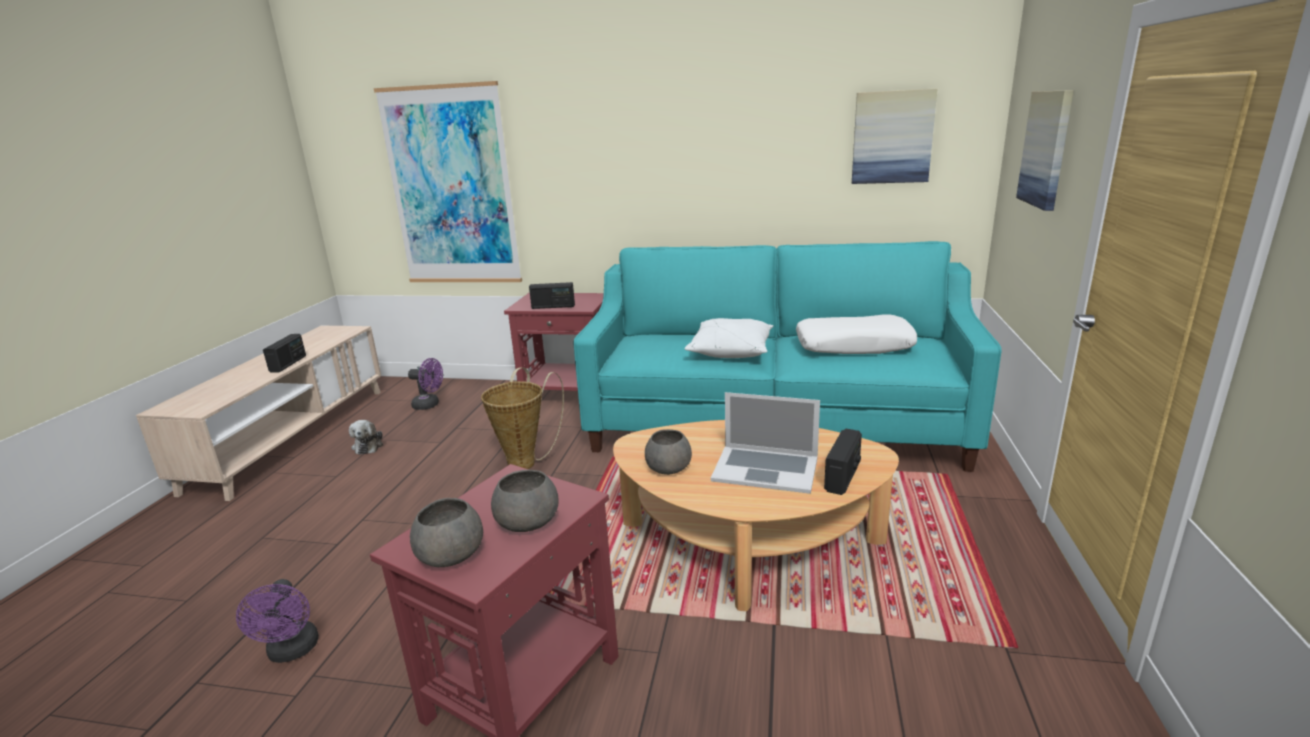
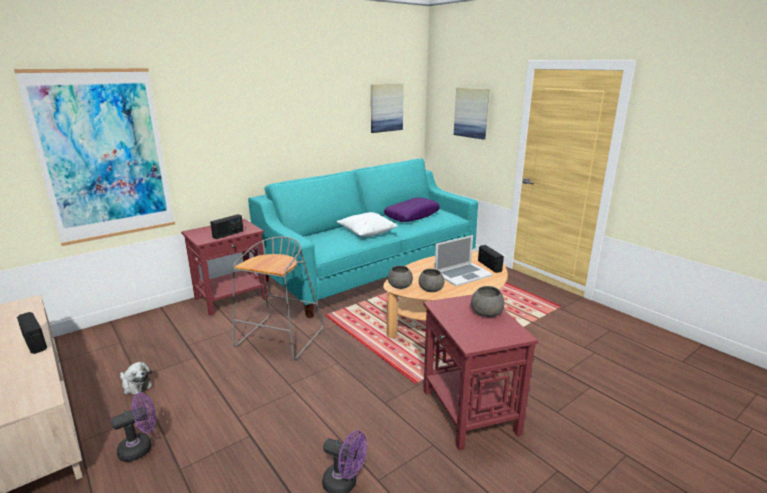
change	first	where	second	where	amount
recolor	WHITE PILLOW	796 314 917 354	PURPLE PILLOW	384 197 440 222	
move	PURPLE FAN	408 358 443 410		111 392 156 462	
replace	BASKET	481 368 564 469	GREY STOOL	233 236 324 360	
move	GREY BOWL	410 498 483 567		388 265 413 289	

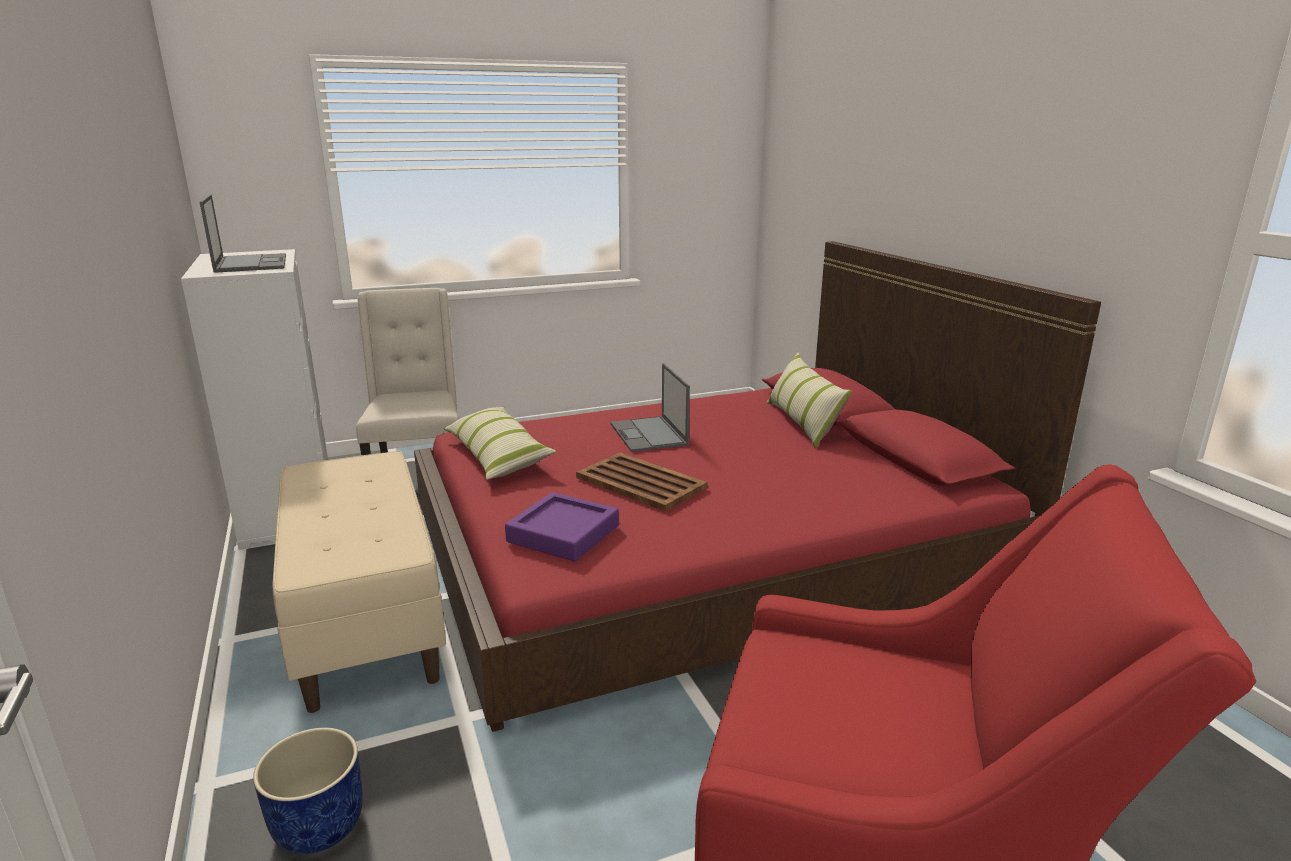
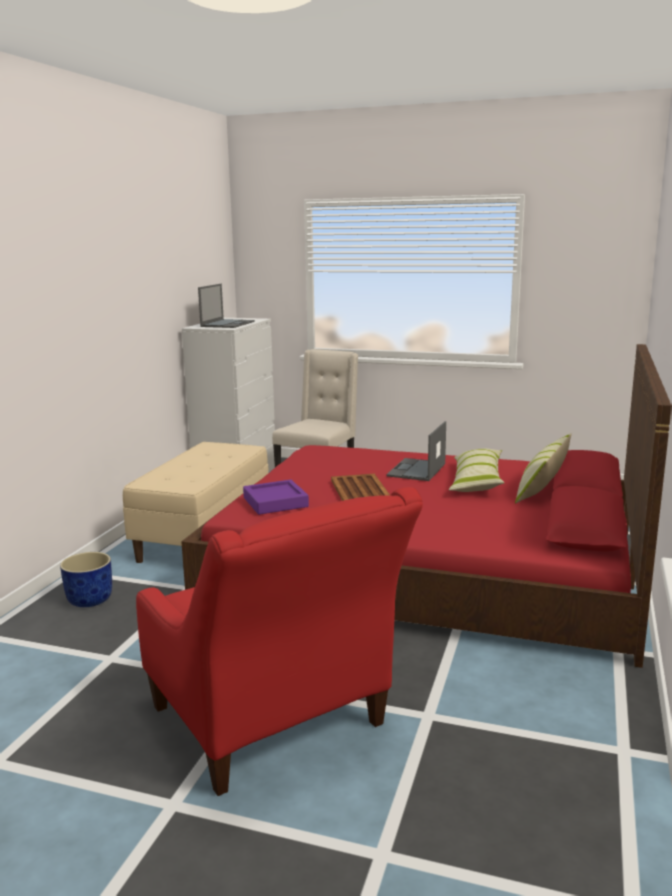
change	first	where	second	where	amount
move	PILLOW	444 406 557 480		449 449 504 492	

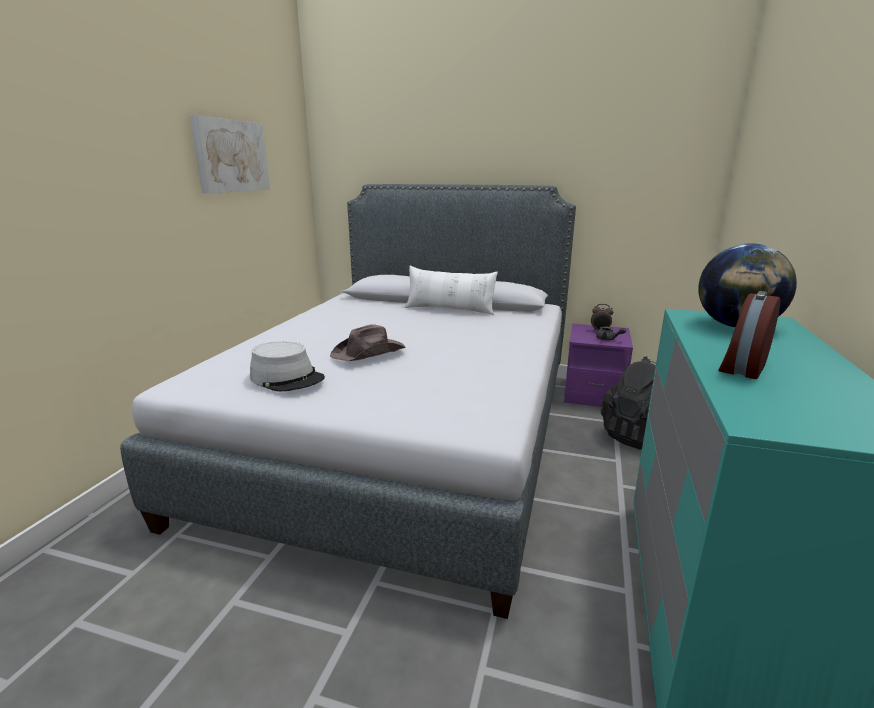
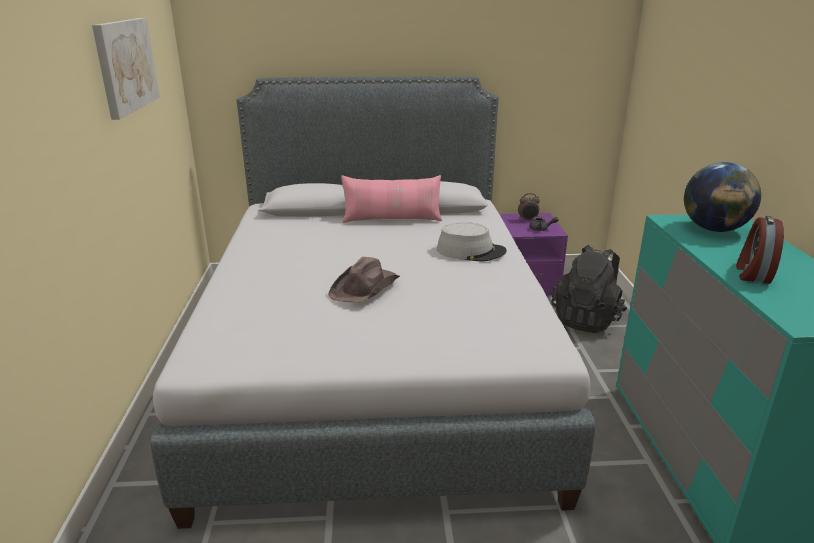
change	first	where	second	where	amount
recolor	WHITE PILLOW	405 266 498 315	PINK PILLOW	341 175 442 223	
move	GREY HAT	250 341 325 392		437 222 507 261	

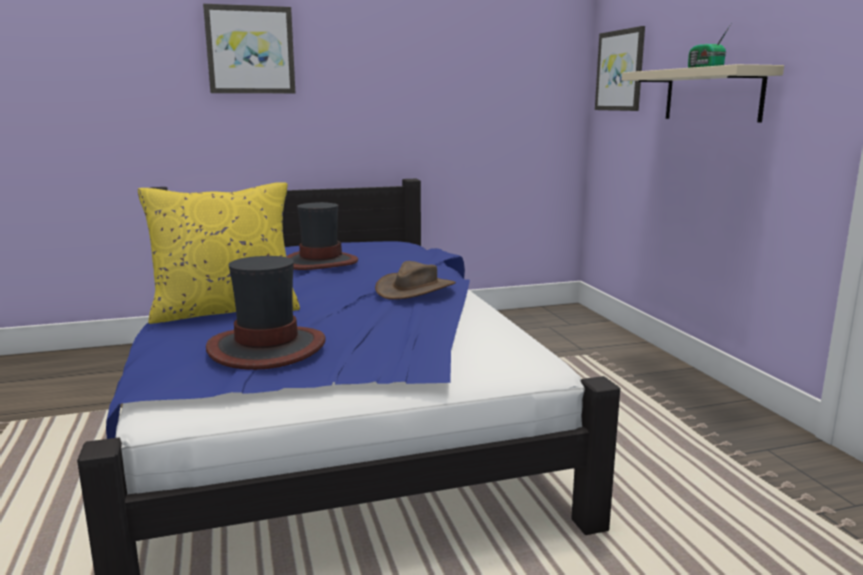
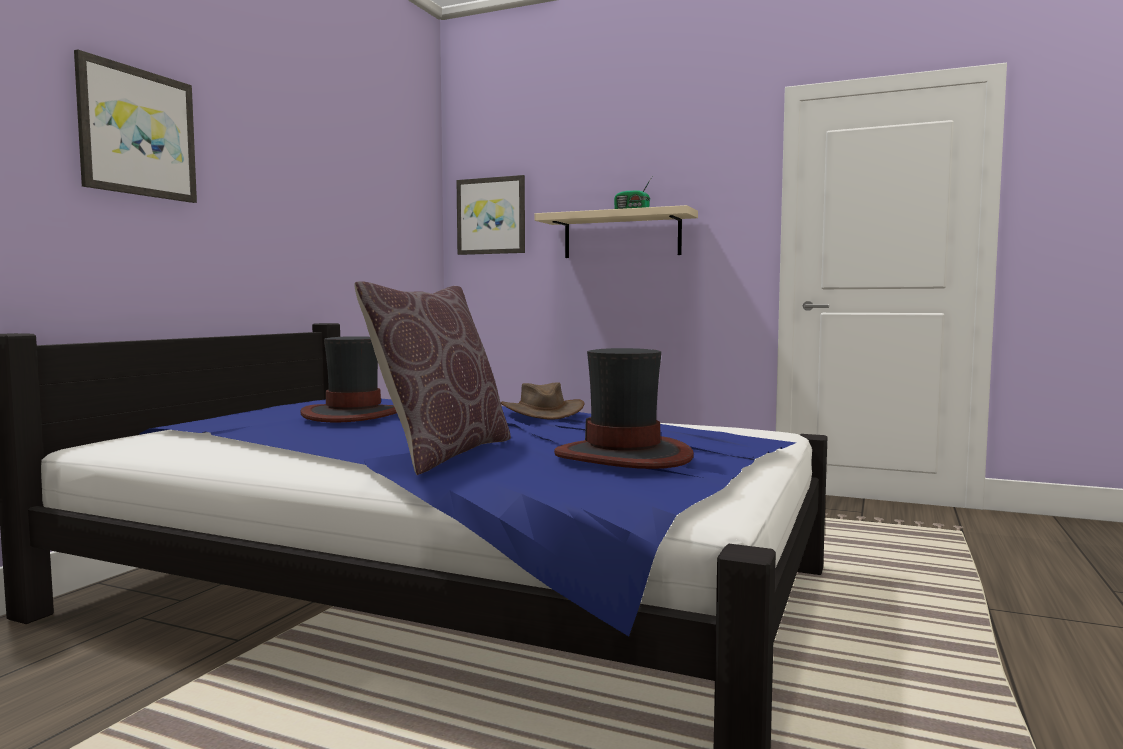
change	first	where	second	where	amount
recolor	YELLOW PILLOW	138 182 300 324	BROWN PILLOW	354 281 511 475	

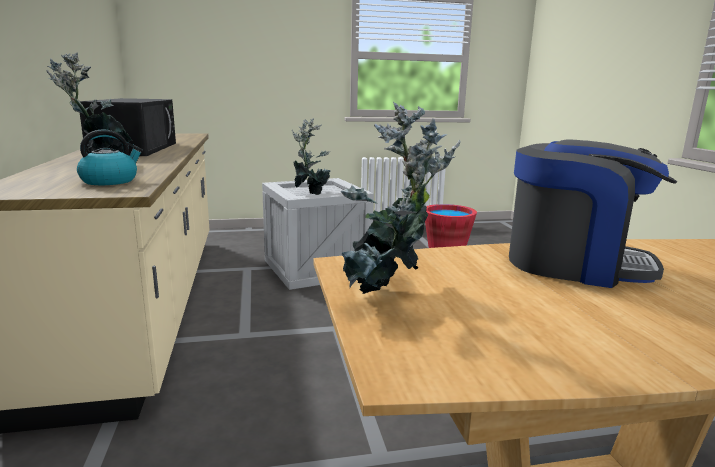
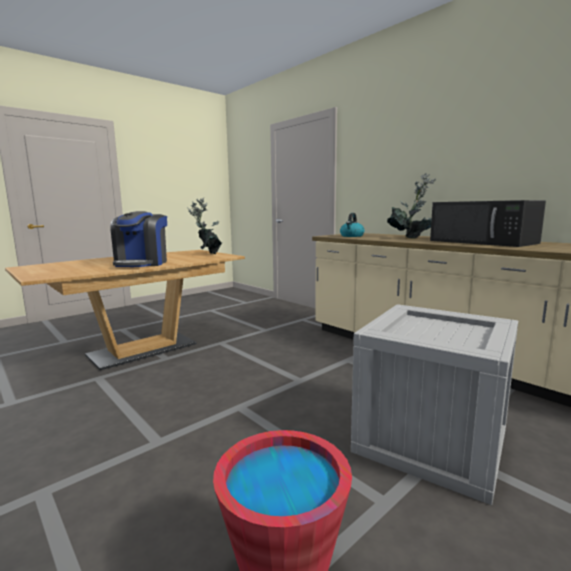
change	first	where	second	where	amount
delete	POTTED PLANT	292 118 330 195			
rotate	COFFEE MACHINE	509 139 677 288		110 211 167 267	75 degrees counterclockwise

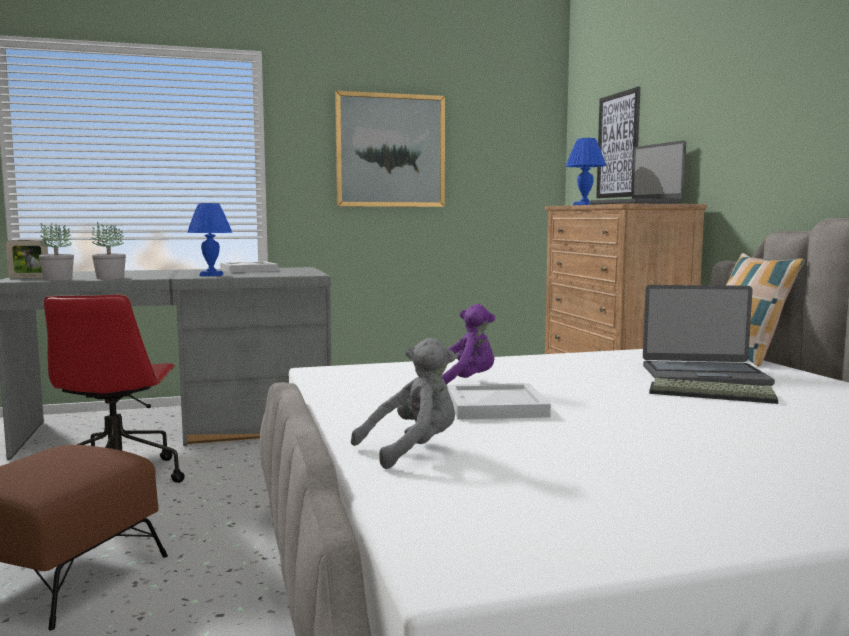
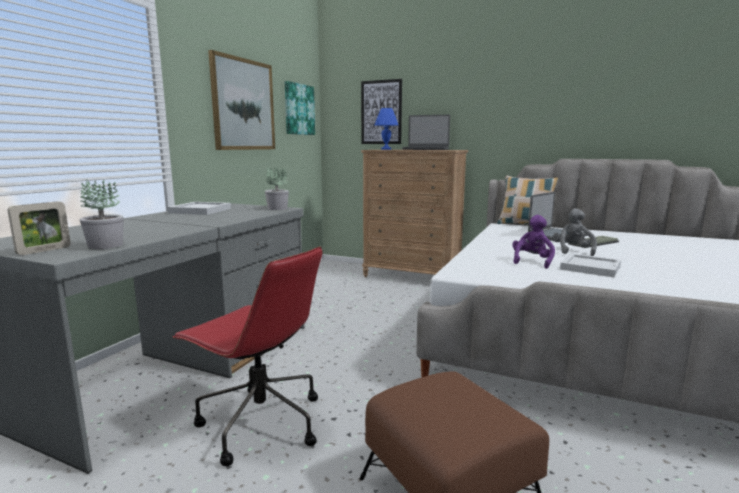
change	first	where	second	where	amount
delete	BLUE TABLE LAMP	187 203 232 276			
move	POTTED PLANT	92 222 126 279		265 166 289 210	
move	GREY PLUSH TOY	351 338 456 469		553 208 597 256	
insert			PICTURE	285 81 315 135	

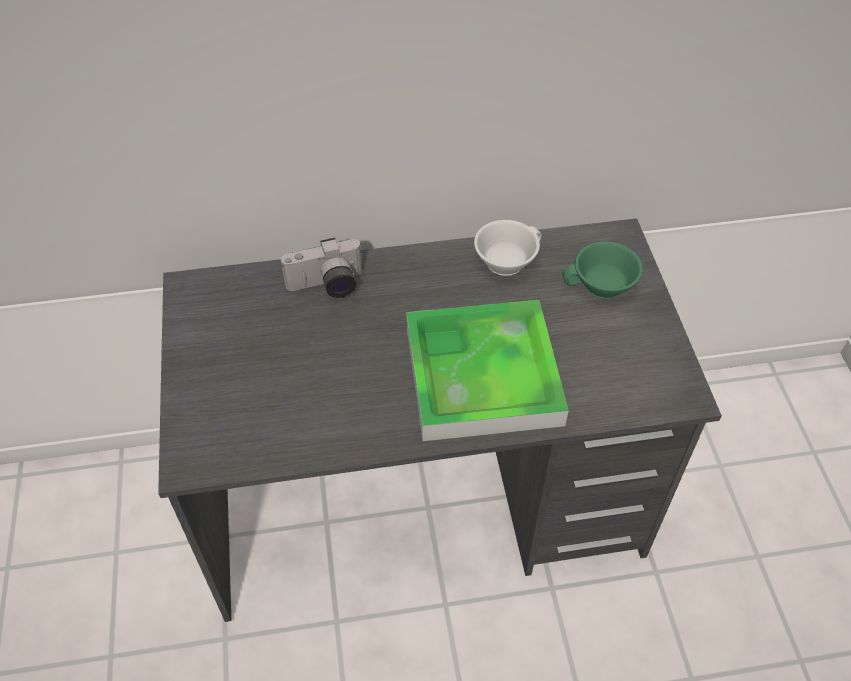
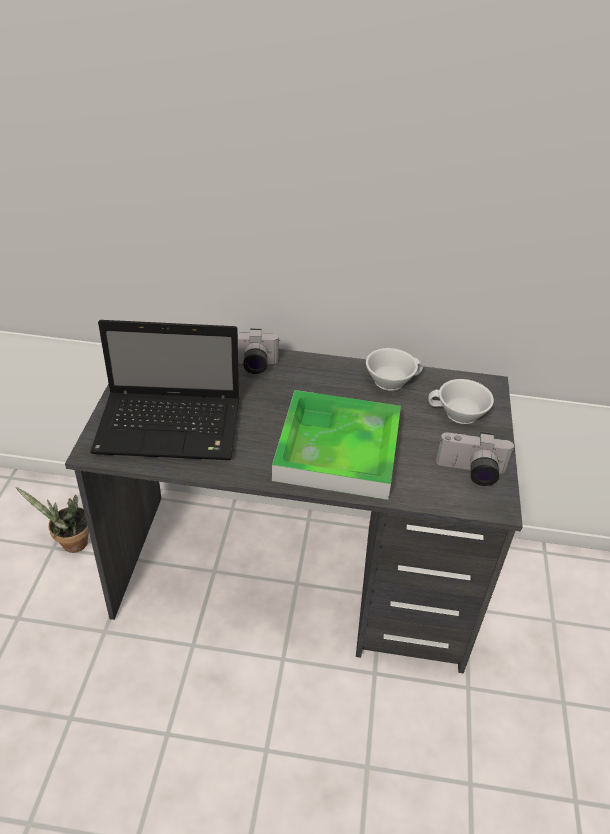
change	first	where	second	where	amount
recolor	GREEN CUP	562 242 642 299	WHITE CUP	428 379 494 424	
insert			LAPTOP	90 320 240 460	
insert			PHOTO CAMERA	436 432 515 486	
insert			POTTED PLANT	16 487 89 553	

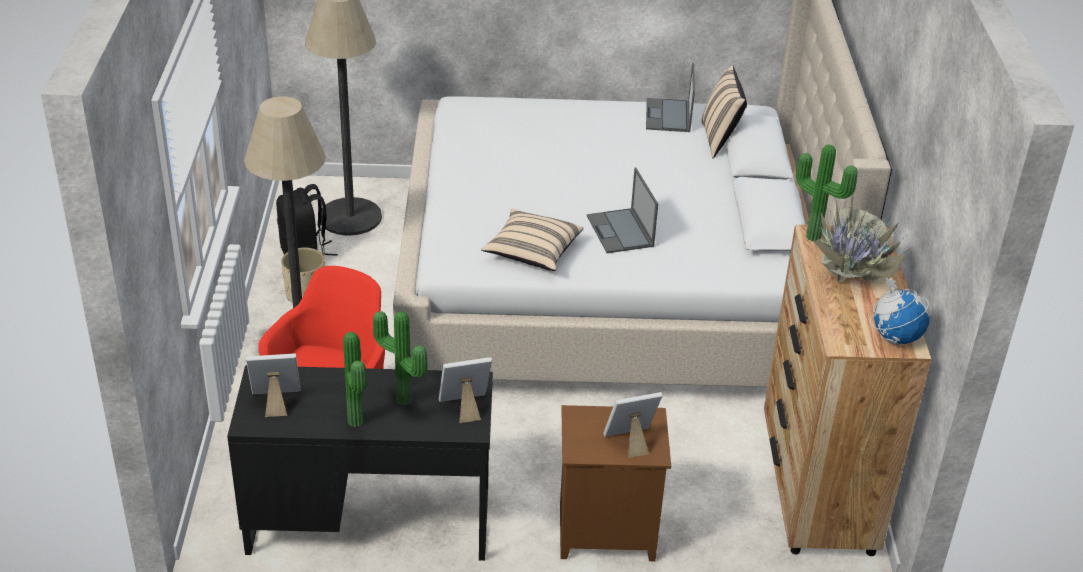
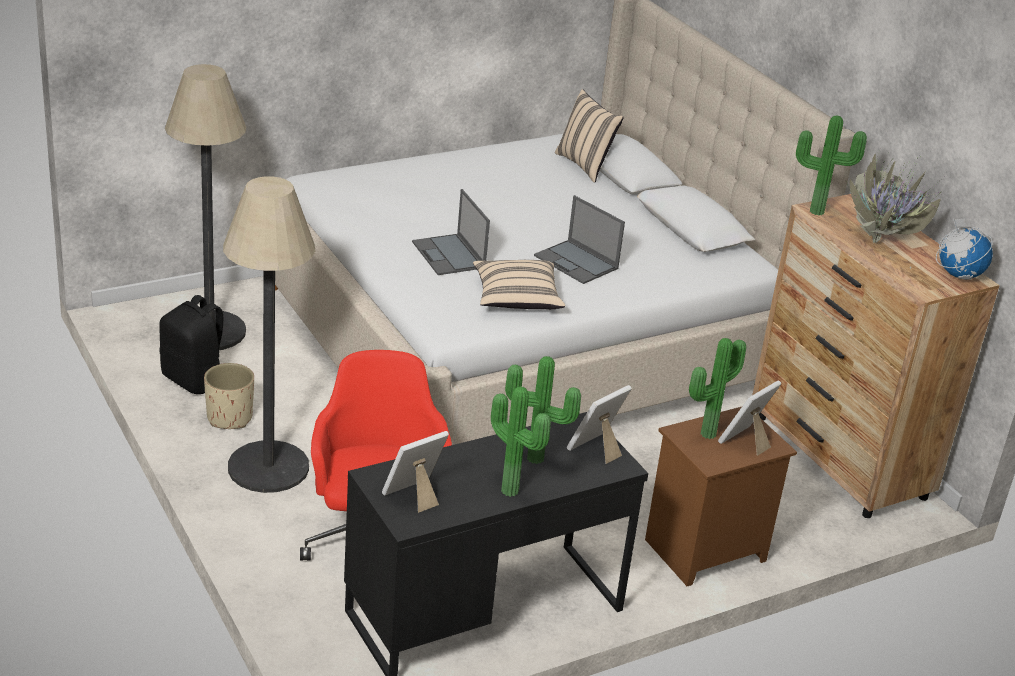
change	first	where	second	where	amount
move	LAPTOP	646 62 695 132		412 189 490 275	
insert			POTTED PLANT	689 338 746 439	

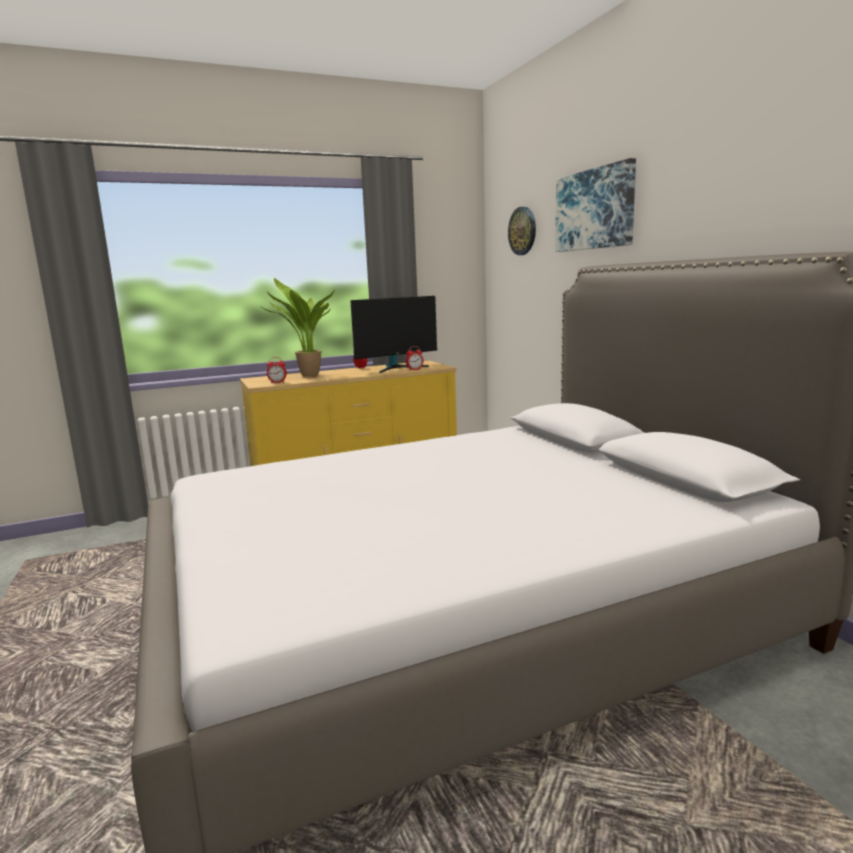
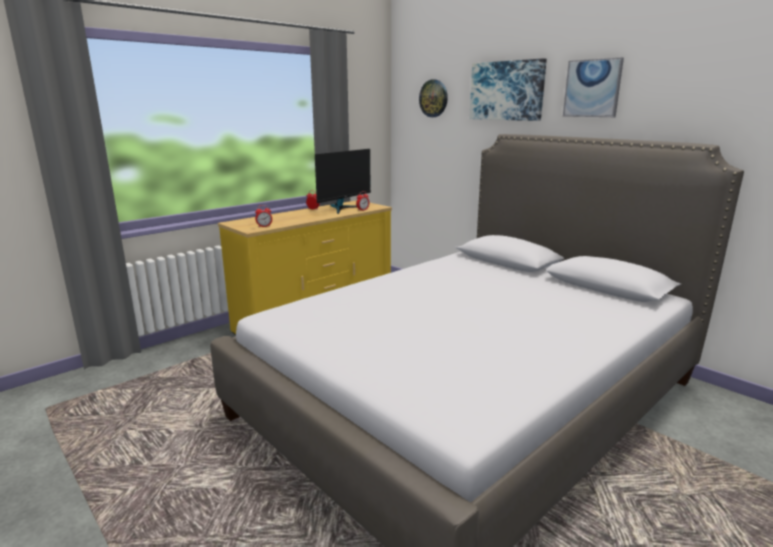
change	first	where	second	where	amount
delete	POTTED PLANT	262 278 335 377			
insert			PICTURE	563 57 624 117	

